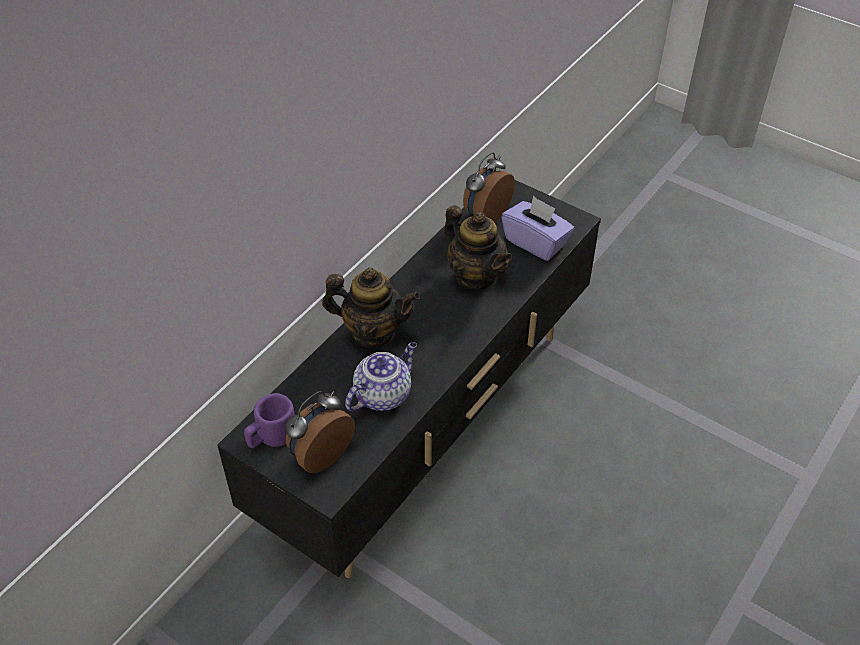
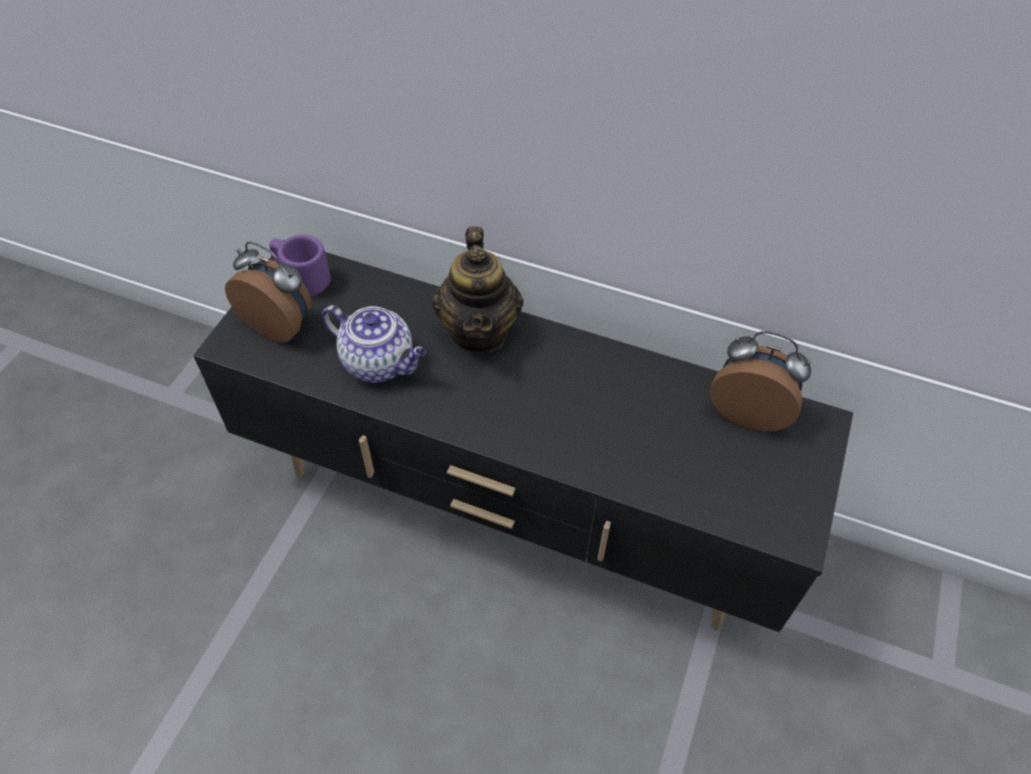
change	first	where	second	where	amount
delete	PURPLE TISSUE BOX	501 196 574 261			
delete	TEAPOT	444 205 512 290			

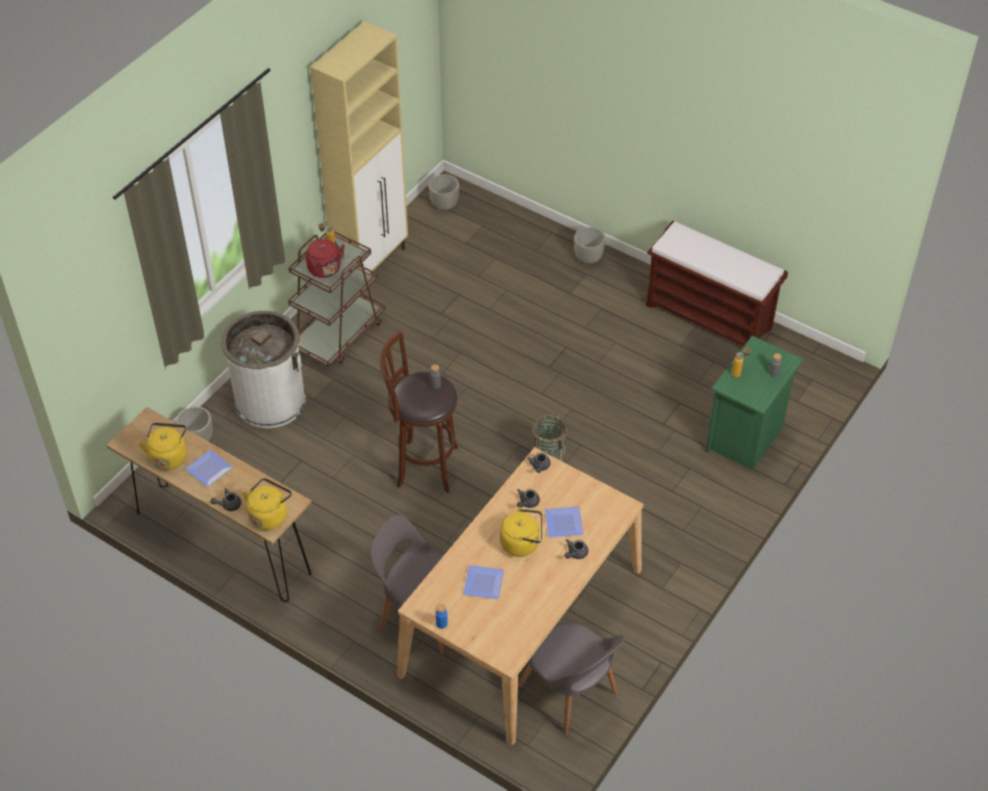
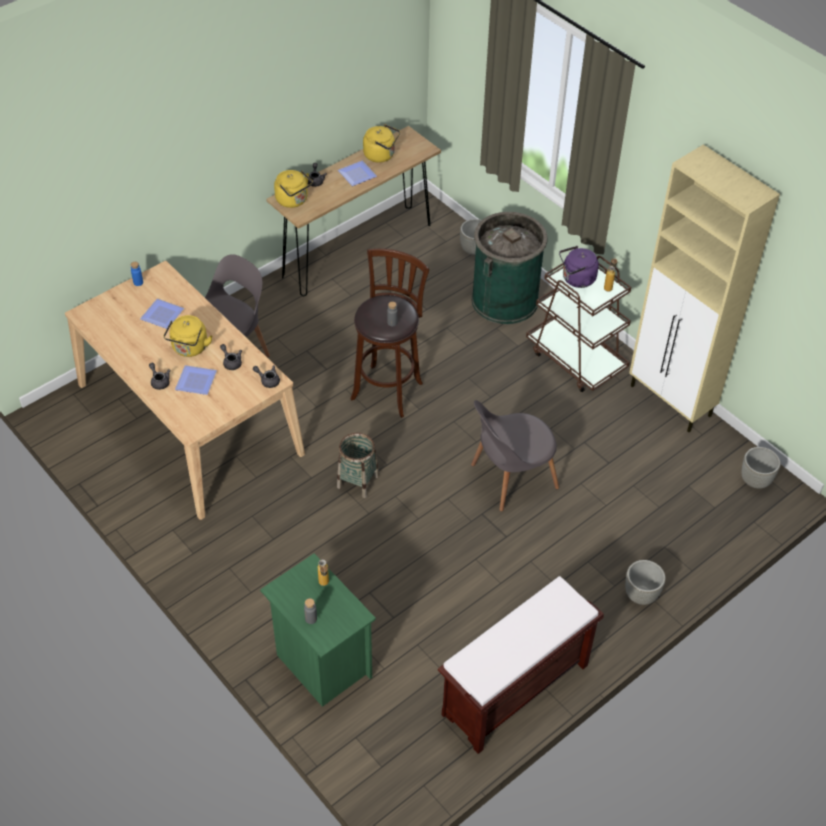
change	first	where	second	where	amount
recolor	RED KETTLE	306 239 345 278	PURPLE KETTLE	559 246 599 288	
recolor	WHITE TRASH CAN	221 311 306 428	GREEN TRASH CAN	471 212 548 324	
move	GREY CHAIR	518 622 624 734		471 400 559 512	

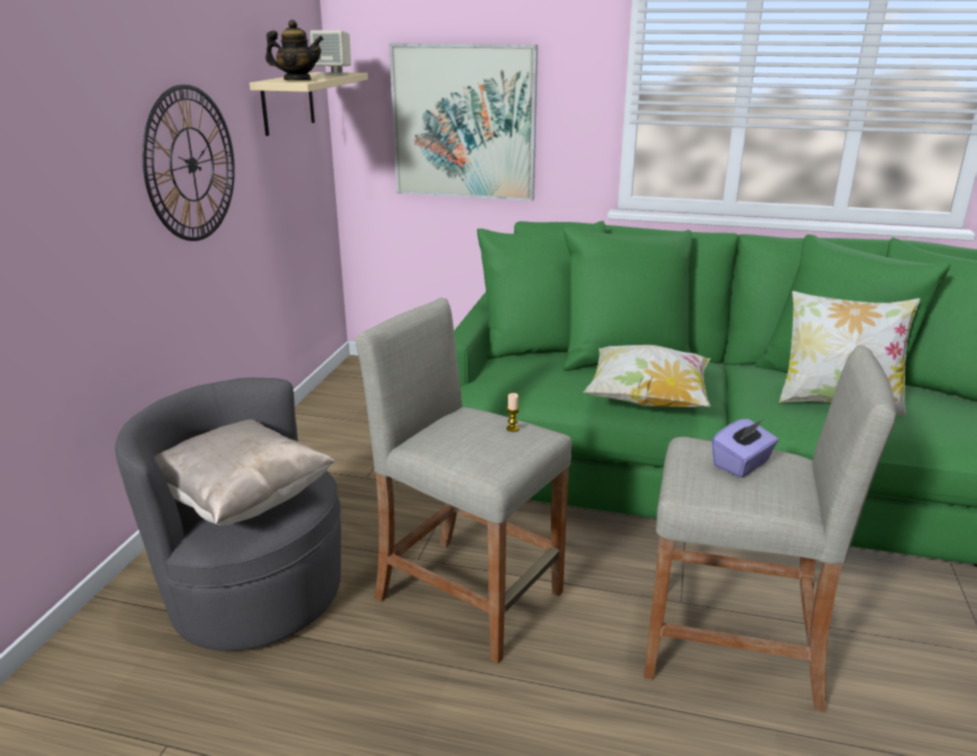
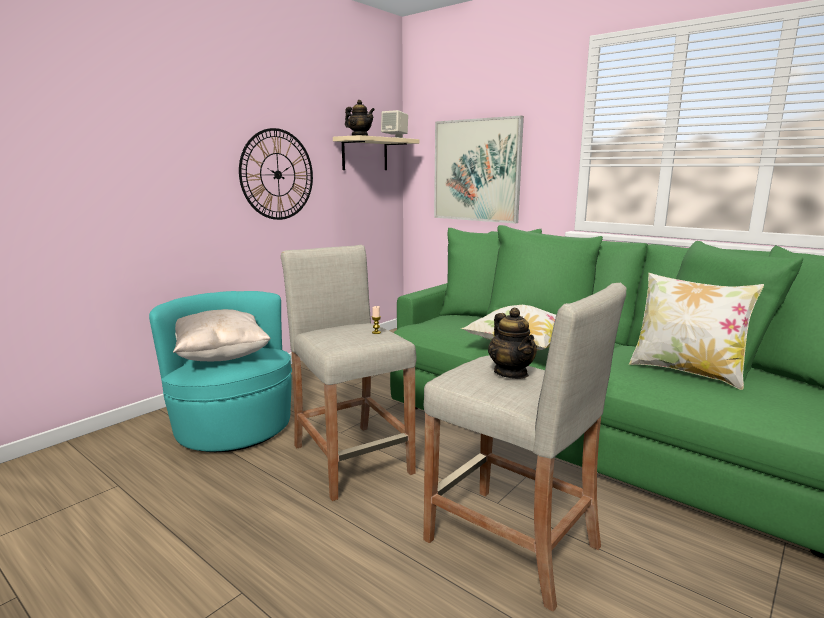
change	first	where	second	where	amount
recolor	GREY ARMCHAIR	115 378 341 651	TURQUOISE ARMCHAIR	149 291 292 452	
replace	PURPLE TISSUE BOX	711 419 778 478	TEAPOT	488 308 537 379	

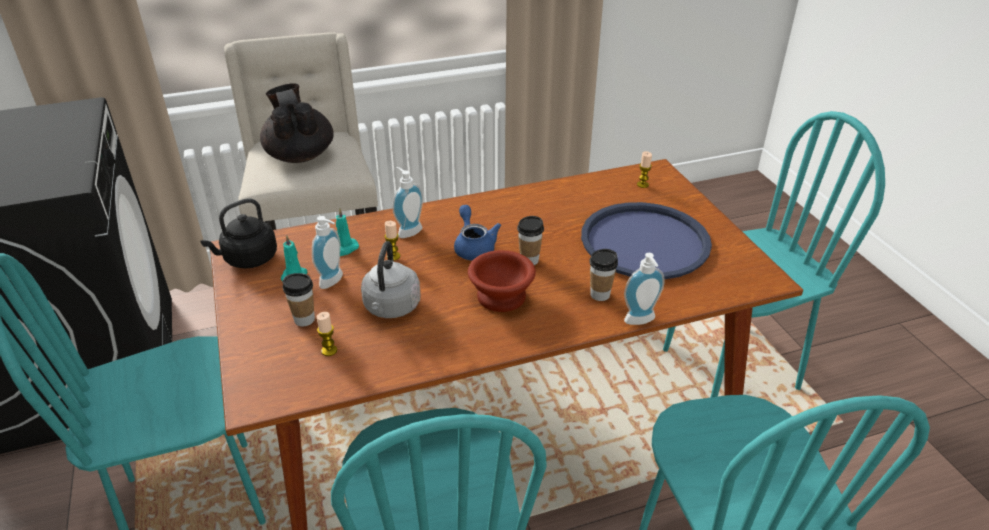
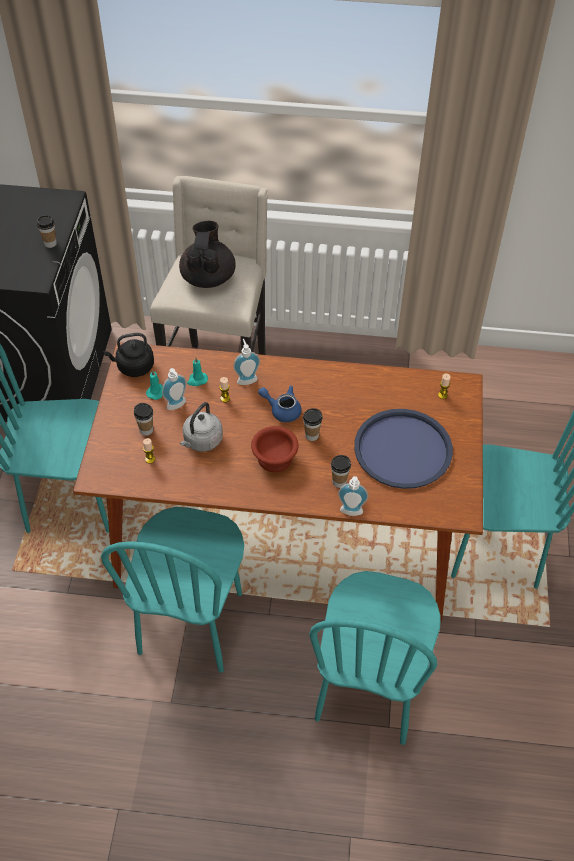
change	first	where	second	where	amount
rotate	BLUE TEAPOT	454 205 501 260		258 385 301 422	75 degrees counterclockwise
insert			CUP	37 215 57 248	

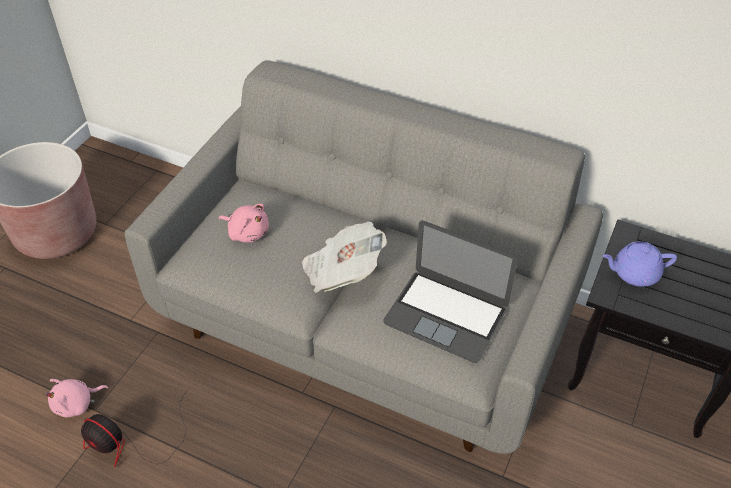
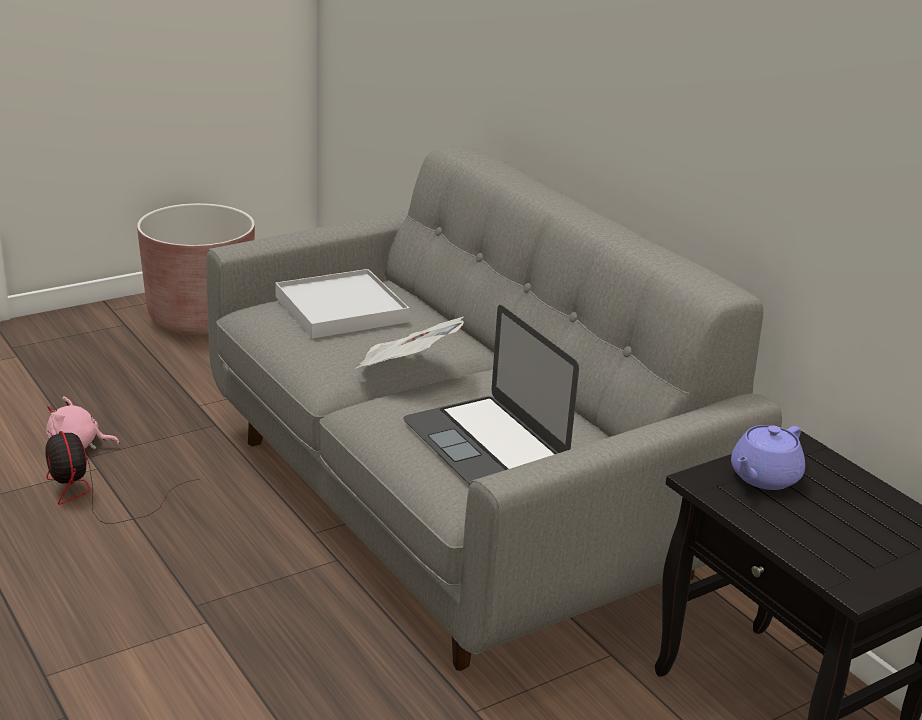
change	first	where	second	where	amount
replace	PINK PLUSH TOY	219 204 269 243	WHITE TRAY	275 269 409 339	
rotate	PURPLE TEAPOT	603 241 677 287		731 425 805 490	75 degrees counterclockwise

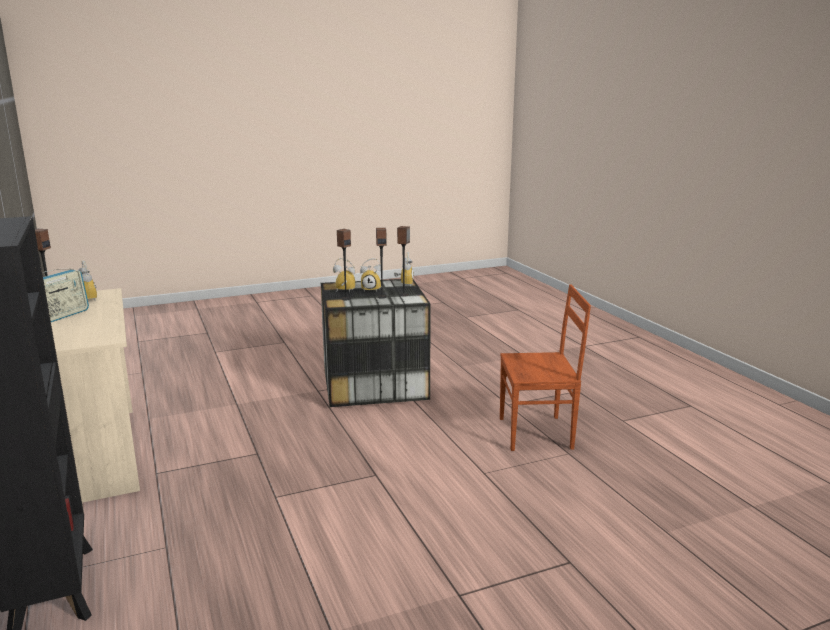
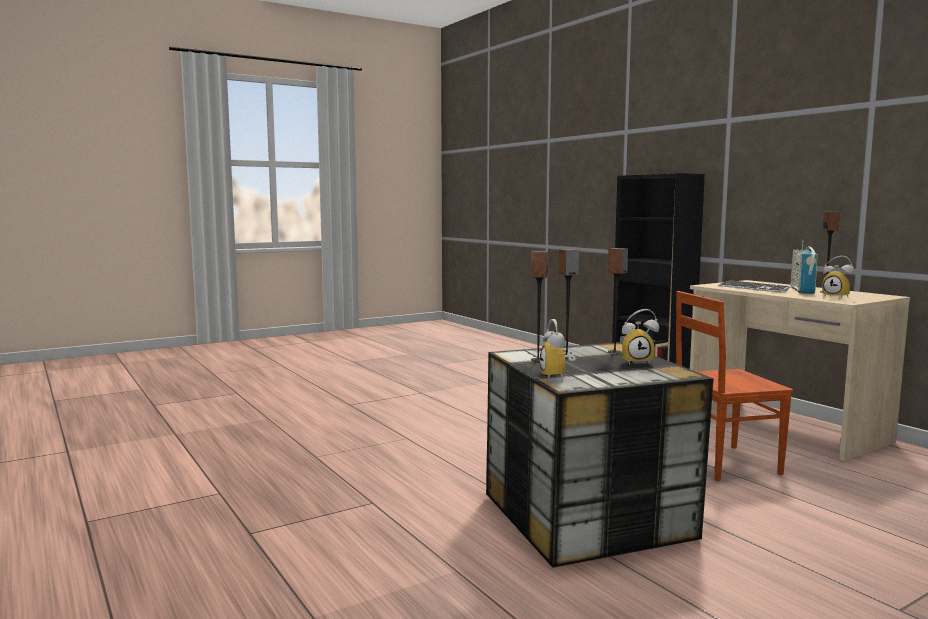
change	first	where	second	where	amount
delete	ALARM CLOCK	360 258 381 292			
move	BROWN CHAIR	500 284 591 451		676 291 793 481	
insert			KEYBOARD	718 280 790 293	

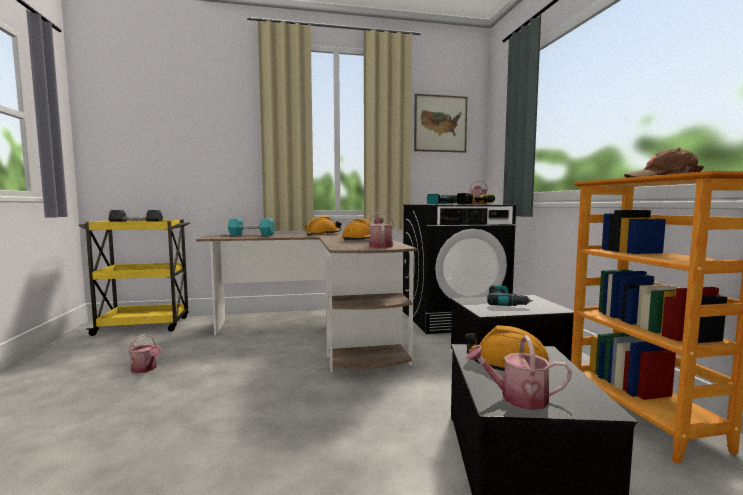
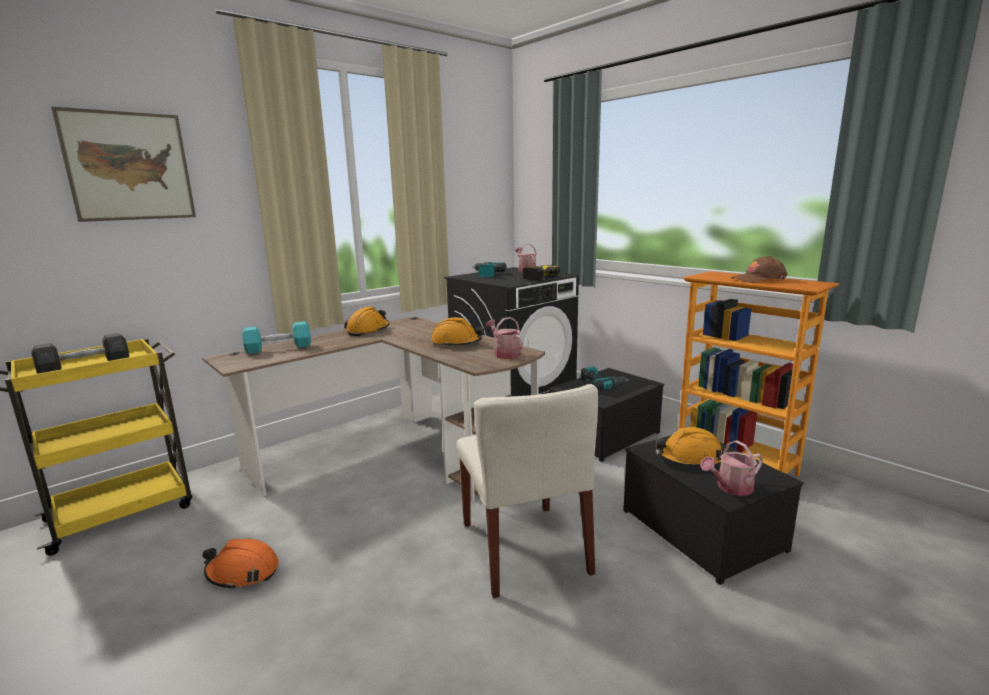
change	first	where	second	where	amount
move	PICTURE	414 94 467 153		51 107 196 222	
replace	WATERING CAN	128 334 161 373	ORANGE HARD HAT	203 539 279 590	
insert			BEIGE CHAIR	457 384 598 599	

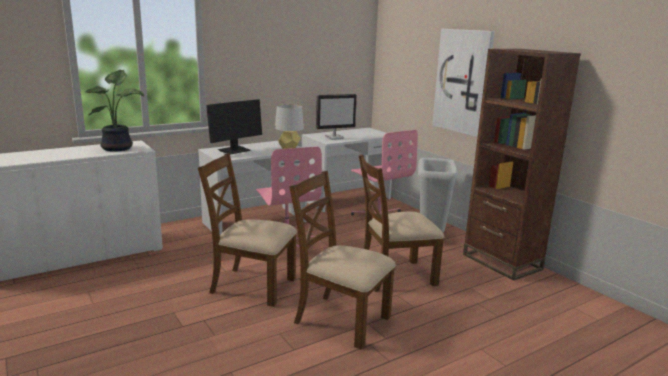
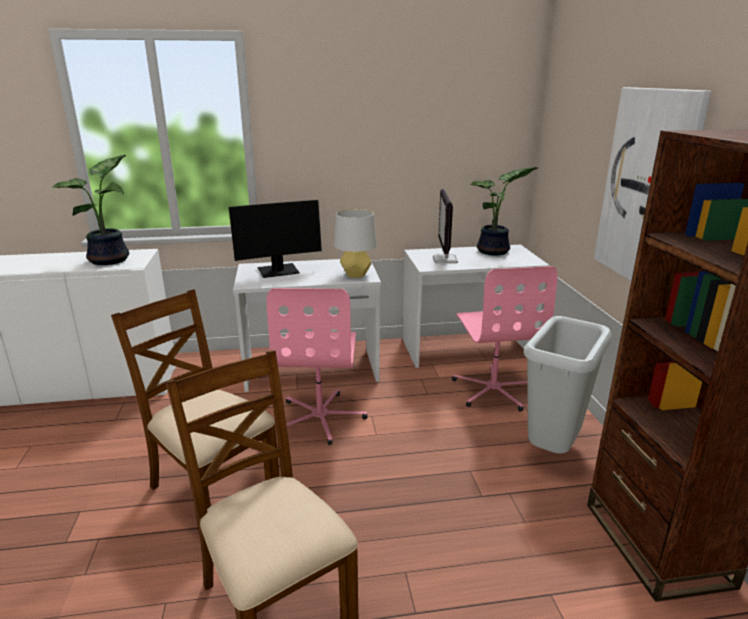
change	first	where	second	where	amount
rotate	MONITOR	316 94 357 140		433 189 458 263	90 degrees clockwise
delete	BROWN CHAIR	359 154 444 292			
insert			POTTED PLANT	469 167 538 256	

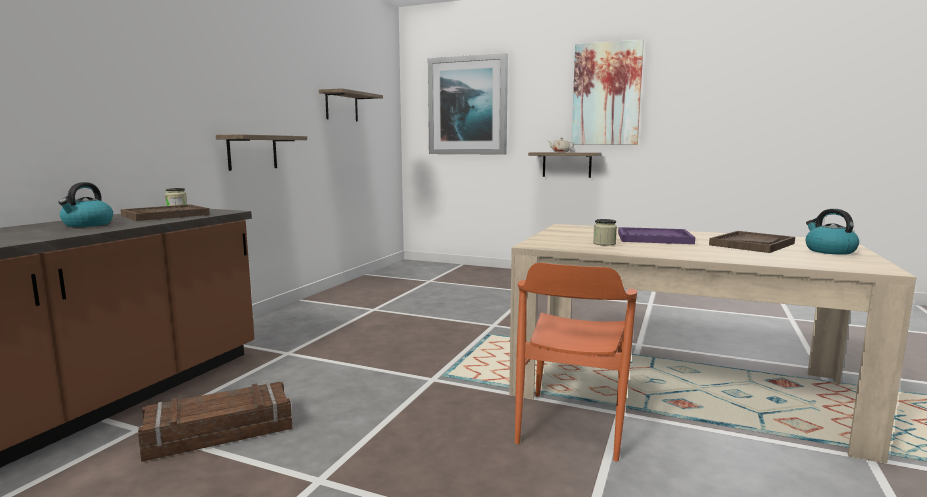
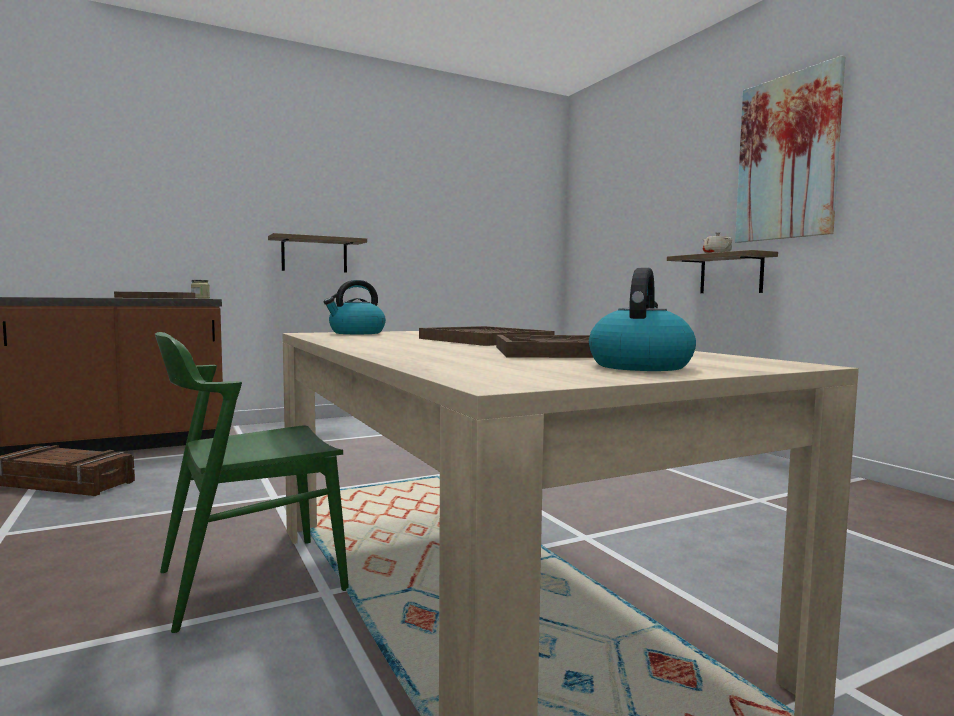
change	first	where	second	where	amount
delete	PICTURE	428 53 508 155			
delete	SHELF	319 88 383 122			
move	KETTLE	58 182 113 227		324 280 386 334	
delete	JAR	593 219 617 246			
recolor	PURPLE TRAY	618 227 695 244	BROWN TRAY	419 326 555 346	
recolor	ORANGE CHAIR	515 263 637 462	GREEN CHAIR	155 332 349 633	

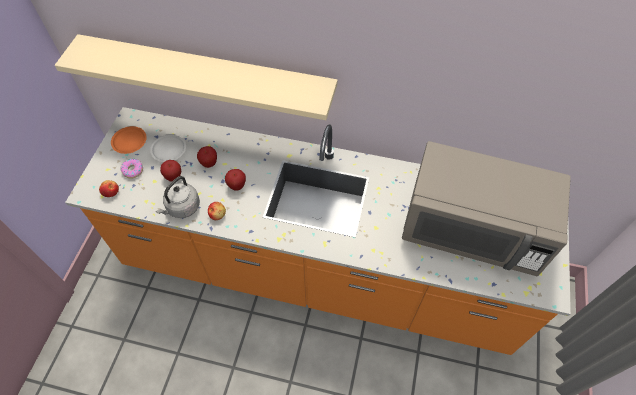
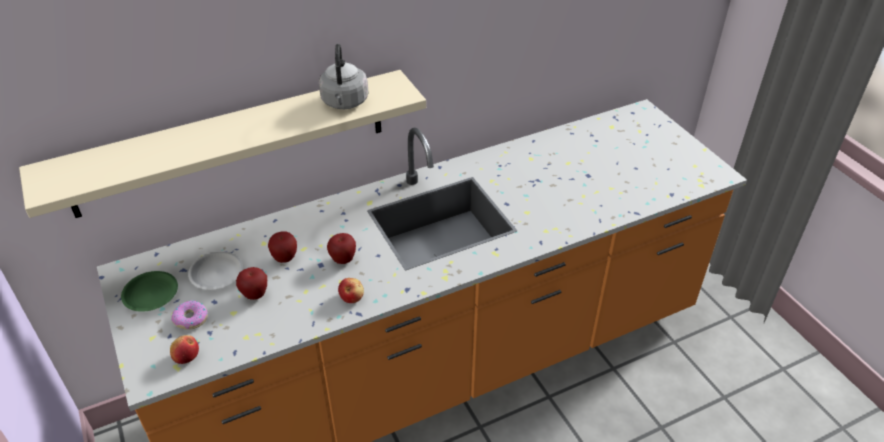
change	first	where	second	where	amount
recolor	ORANGE PLATE	111 126 147 154	GREEN PLATE	121 271 178 312	
delete	GREY MICROWAVE	402 141 571 277			
move	GREY KETTLE	156 176 200 218		319 44 368 109	

